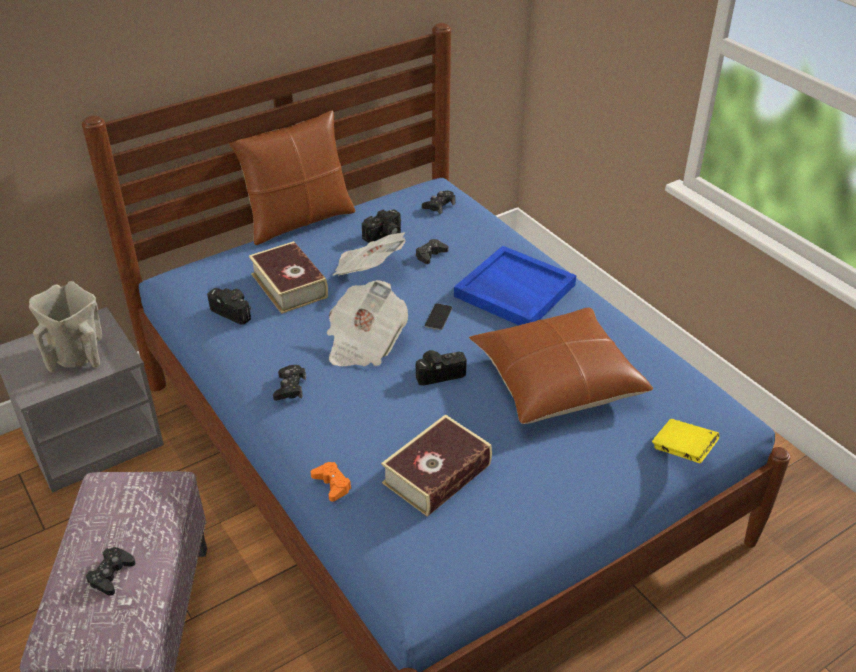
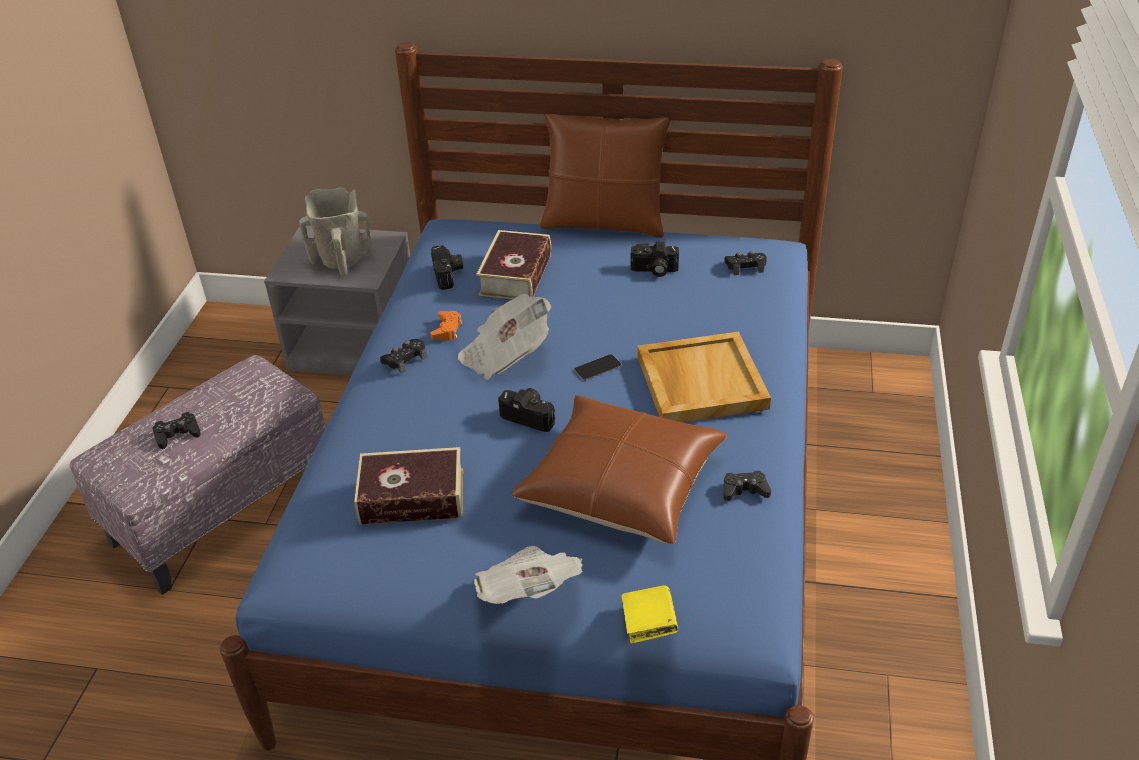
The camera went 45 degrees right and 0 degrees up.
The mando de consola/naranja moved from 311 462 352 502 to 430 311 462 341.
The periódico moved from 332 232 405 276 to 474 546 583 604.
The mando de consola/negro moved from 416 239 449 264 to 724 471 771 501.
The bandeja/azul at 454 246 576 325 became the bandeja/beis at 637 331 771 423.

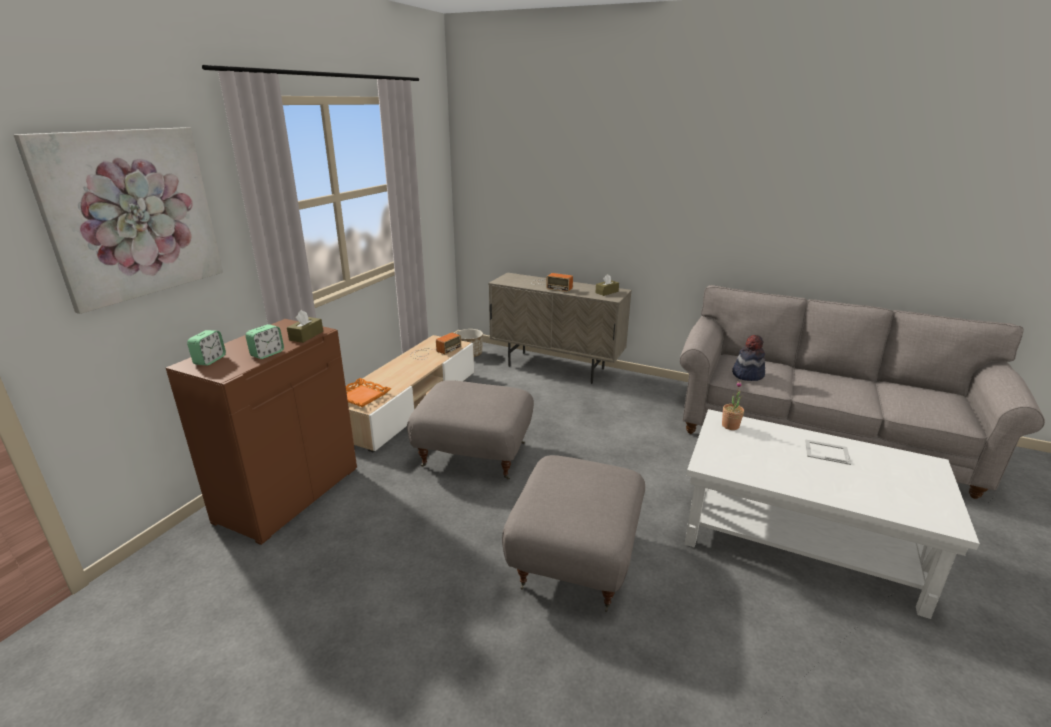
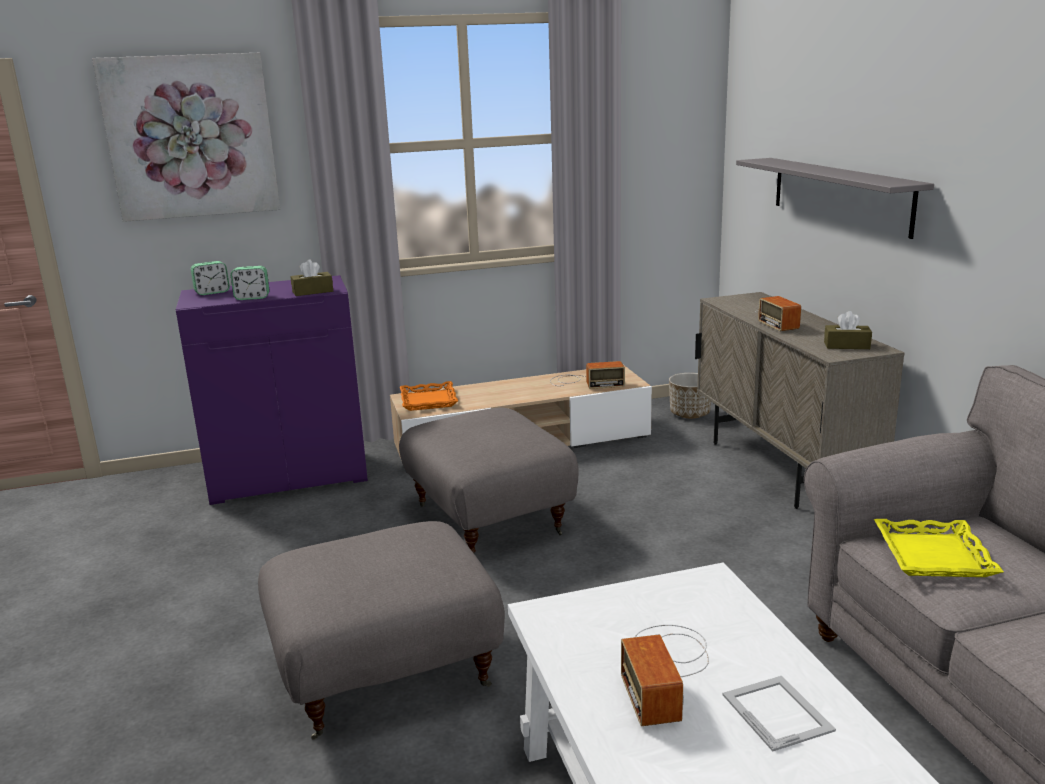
The camera went 50 degrees right and 5 degrees down.
The armario/marrón at 166 319 357 545 became the armario/morado at 176 275 368 505.
The planta en maceta at 722 381 744 430 disappeared.
The sombrero at 732 335 765 381 was replaced by the bandeja/amarillo at 874 519 1004 577.
The radio at 621 625 709 726 appeared.
The estante/gris at 736 158 934 239 appeared.

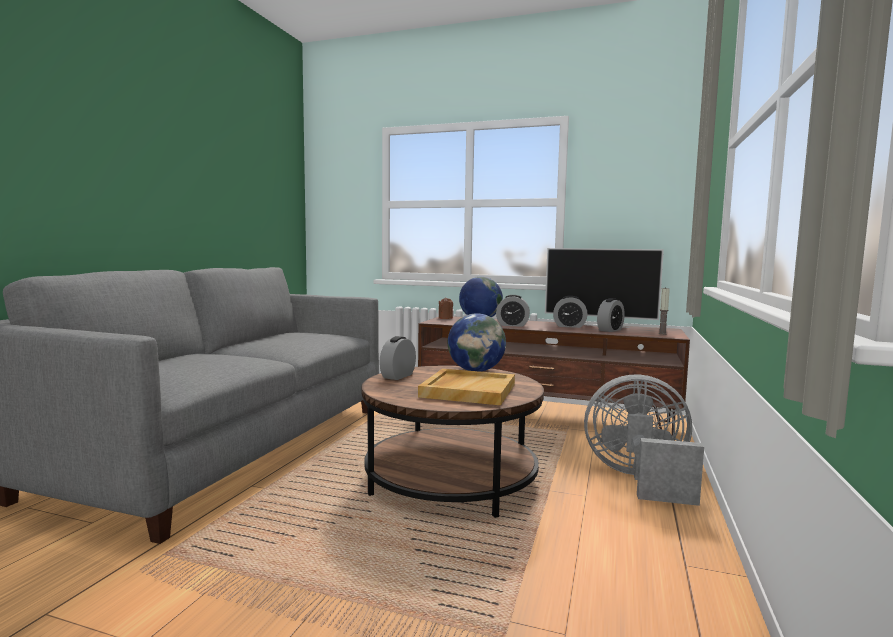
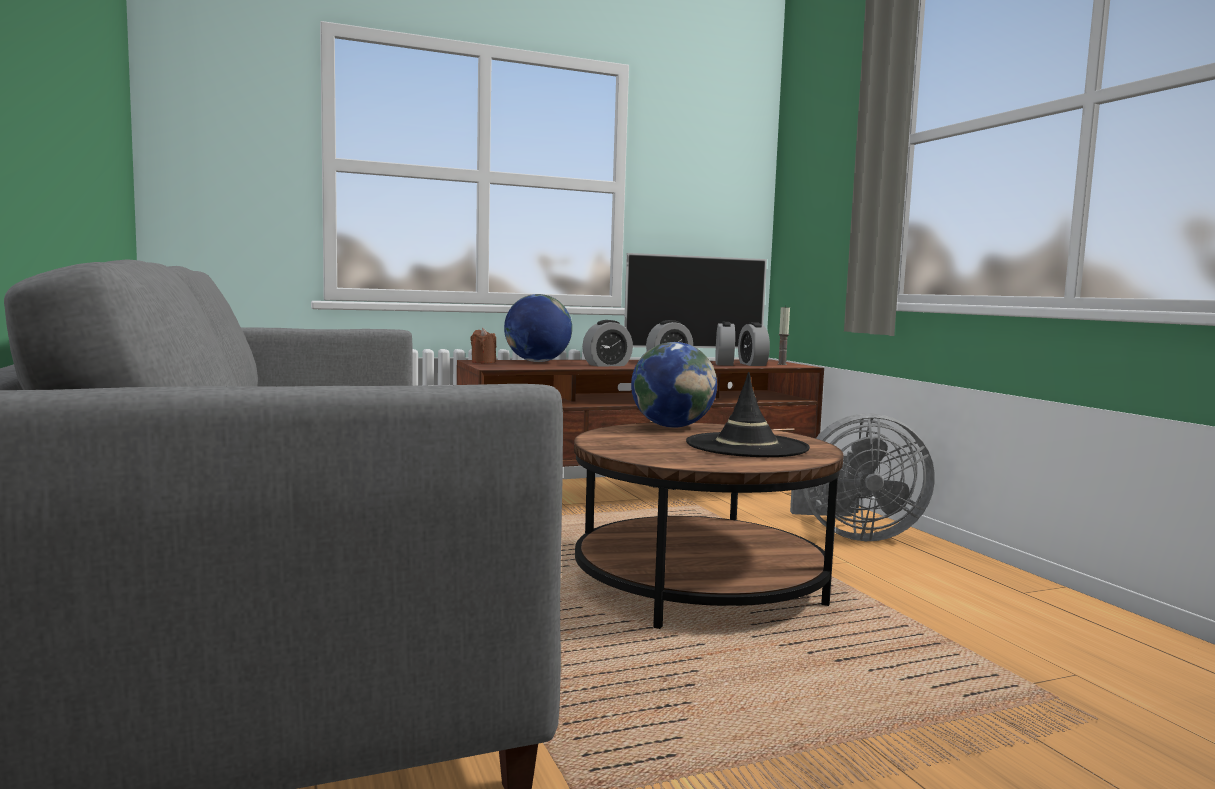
The camera went 40 degrees left and 0 degrees up.
The despertador moved from 379 336 416 380 to 738 322 770 366.
The bandeja/beis at 418 369 515 405 was replaced by the sombrero/negro at 686 372 810 457.
The ventilador/gris at 584 375 704 506 turned 150 degrees counterclockwise.

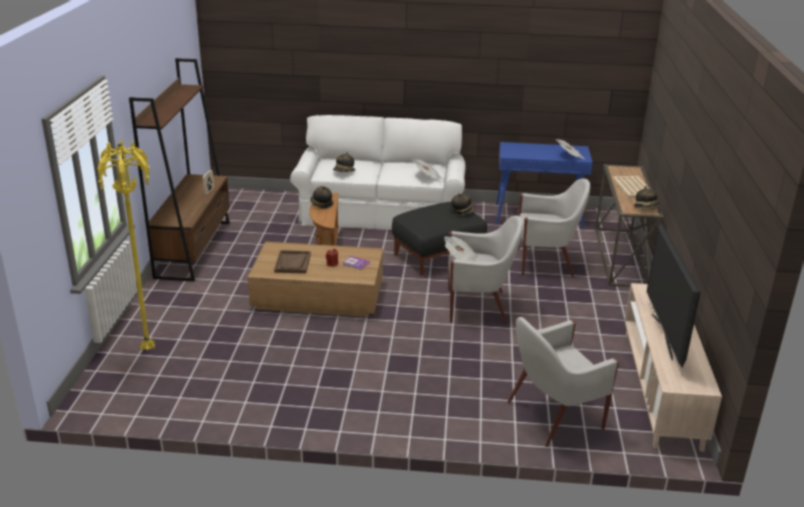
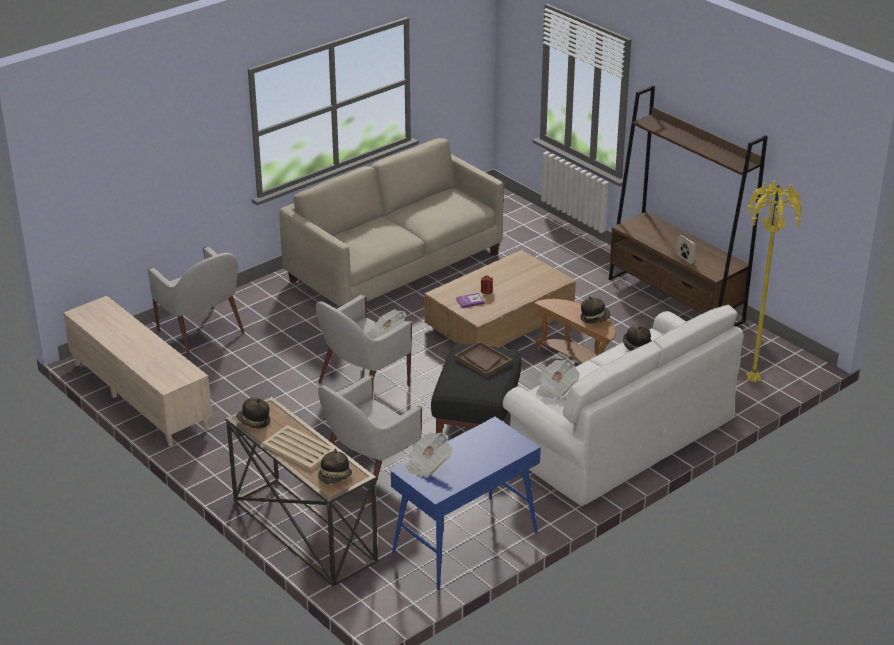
The camera went 135 degrees right and 5 degrees up.
The lámpara de pie/amarillo moved from 97 140 155 350 to 746 180 802 382.
The bandeja/marrón moved from 274 250 311 274 to 454 341 512 377.
The sombrero moved from 450 194 474 216 to 318 449 352 484.
The sillón/blanco at 507 317 619 447 turned 120 degrees clockwise.
The televisor at 647 223 701 368 disappeared.
The sofá/beis at 279 138 504 307 appeared.

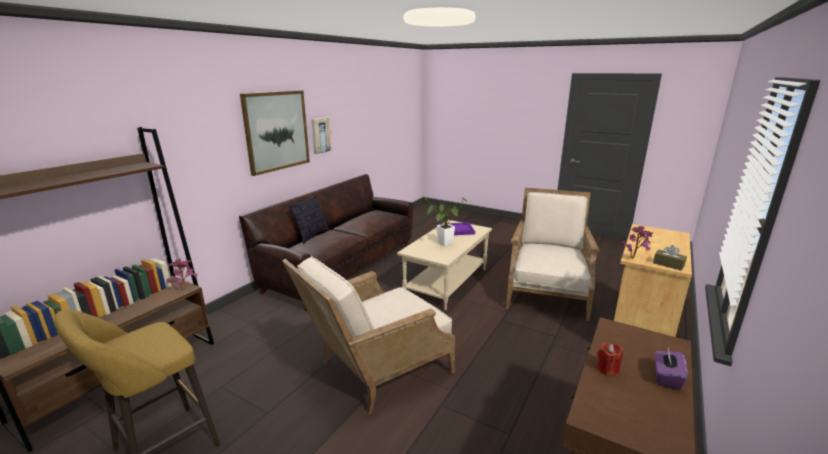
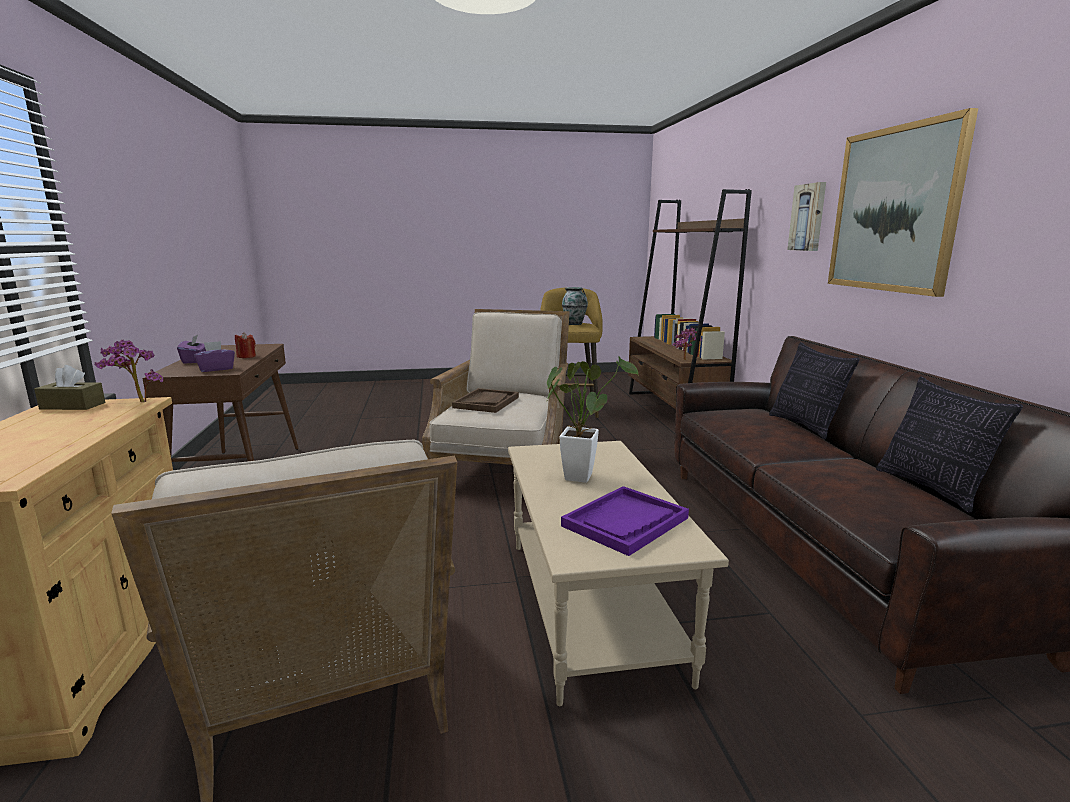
The camera went 140 degrees right and 5 degrees down.
The cuadro moved from 311 117 332 154 to 787 182 826 251.
The caja de pañuelos/morado at 194 341 235 372 appeared.
The bandeja/marrón at 452 388 519 413 appeared.
The florero at 562 287 588 325 appeared.
The cojín at 876 377 1023 513 appeared.

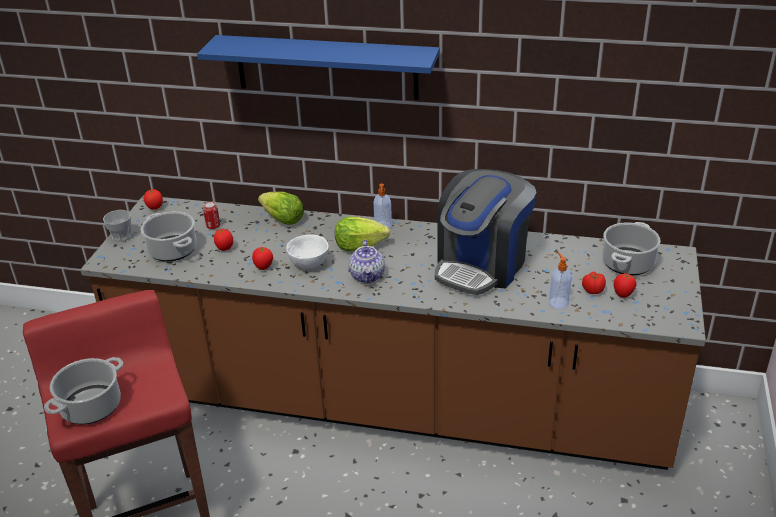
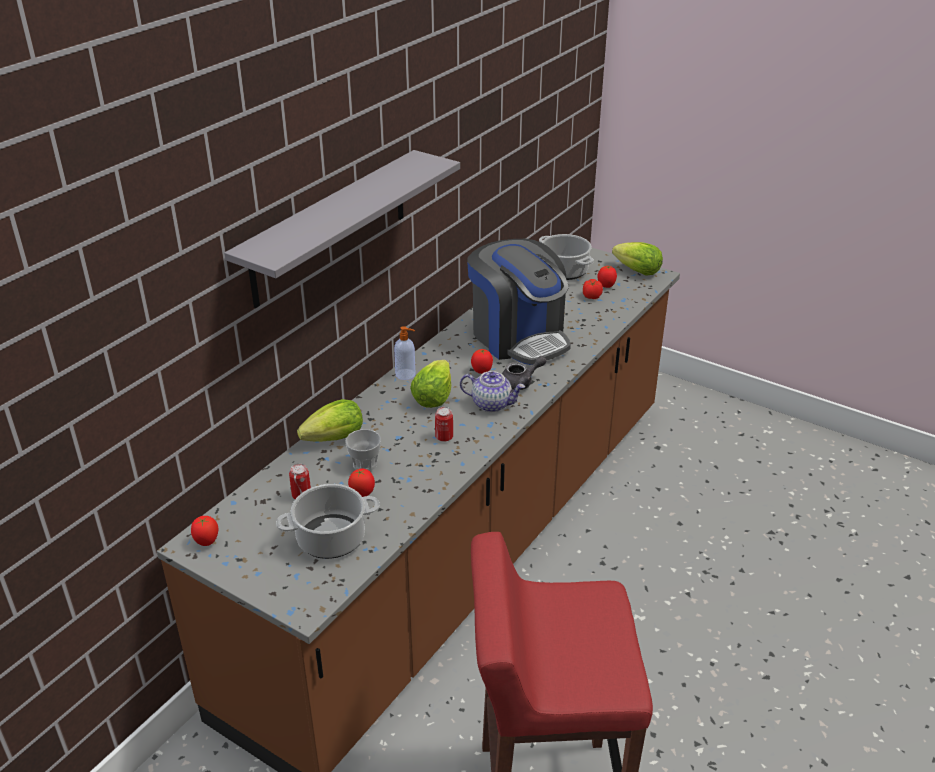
The camera went 70 degrees left and 0 degrees up.
The olla at 44 357 123 425 disappeared.
The taza moved from 103 210 132 242 to 345 429 381 471.
The estante/azul at 197 35 440 100 became the estante/gris at 224 150 460 308.
The tomate moved from 252 247 273 270 to 471 349 493 374.
The cuenco/blanco at 286 235 329 269 was replaced by the lata at 435 407 453 442.
The dispensador de jabón at 549 252 572 309 disappeared.
The tetera/gris at 502 356 546 390 appeared.
The lechuga at 612 242 663 276 appeared.

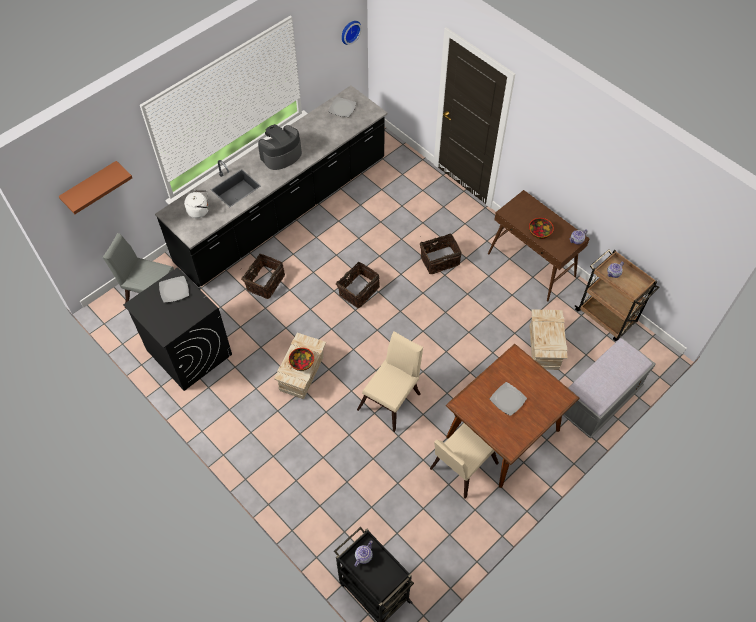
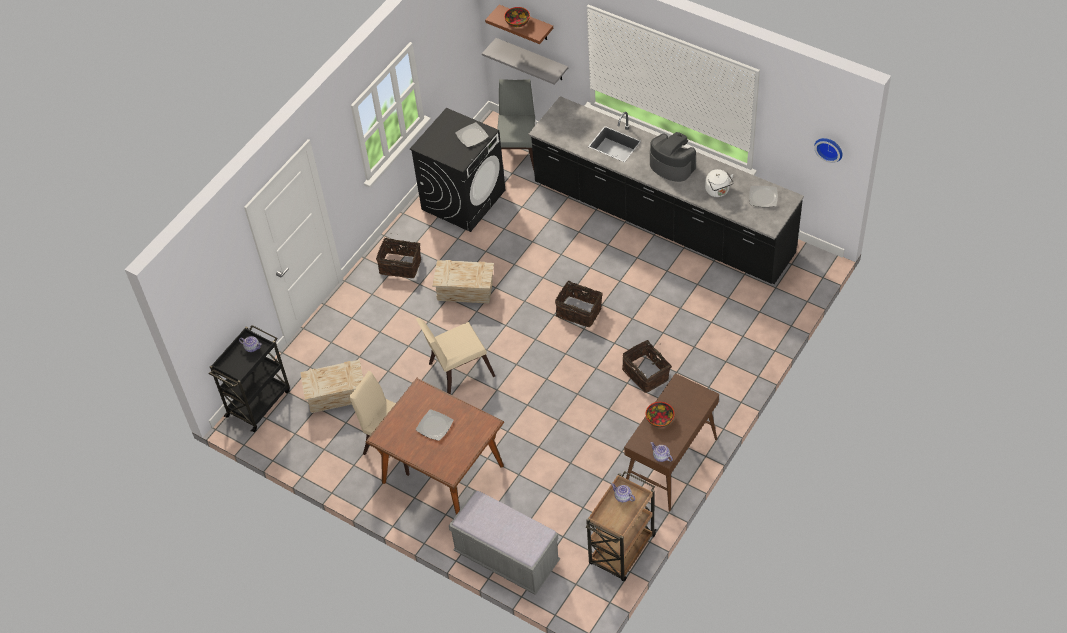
The camera went 80 degrees right and 5 degrees down.
The hervidor/blanco moved from 184 190 209 218 to 705 169 734 197.
The cesta moved from 241 254 285 299 to 376 238 421 278.
The cuenco moved from 289 348 314 371 to 504 7 530 27.
The silla/beis at 357 331 423 432 turned 135 degrees clockwise.
The caja de embalaje moved from 529 309 568 370 to 300 360 363 413.
The estante/gris at 482 38 568 85 appeared.

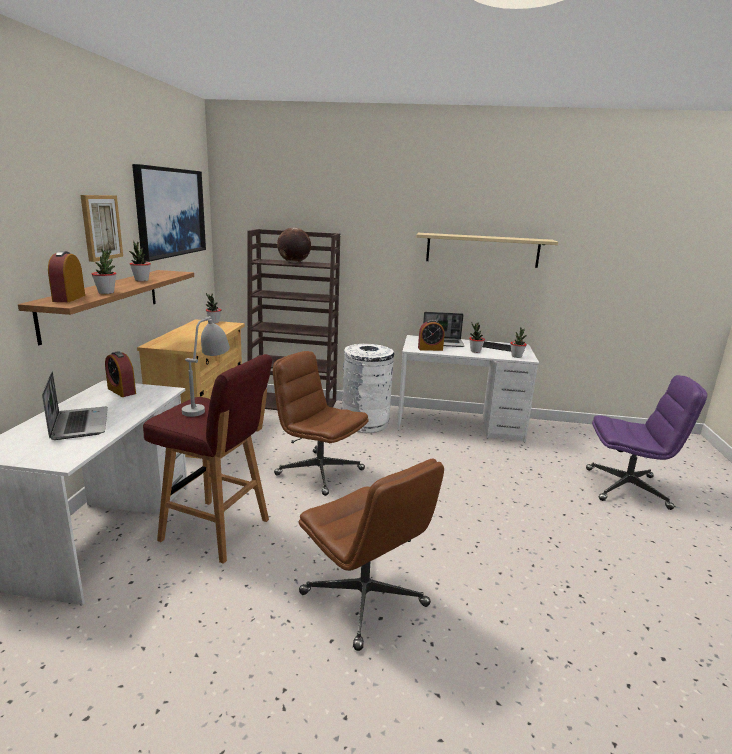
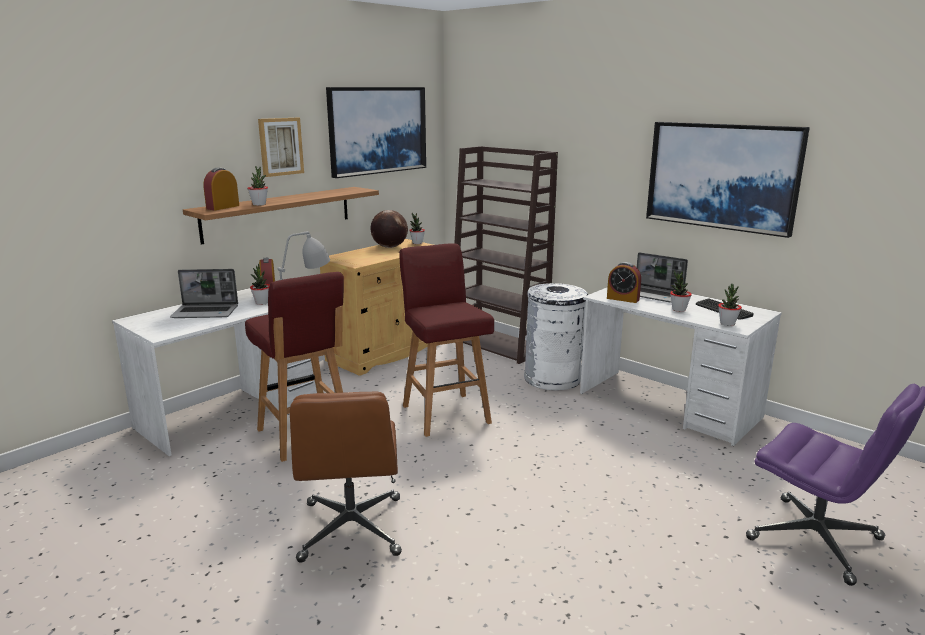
The camera went 35 degrees right and 0 degrees up.
The portátil at 42 372 108 440 turned 75 degrees clockwise.
The planta en maceta moved from 129 241 151 281 to 250 264 270 305.
The silla de oficina/marrón at 273 351 368 496 was replaced by the taburete/rojo at 399 243 494 437.
The globo terráqueo moved from 277 228 311 263 to 371 210 408 248.
The estante at 416 233 558 268 was replaced by the cuadro at 646 122 810 238.

